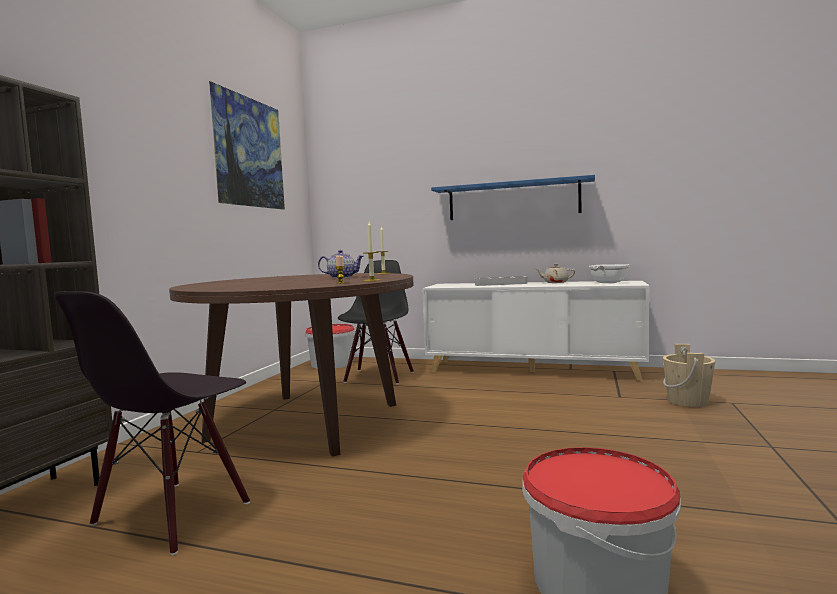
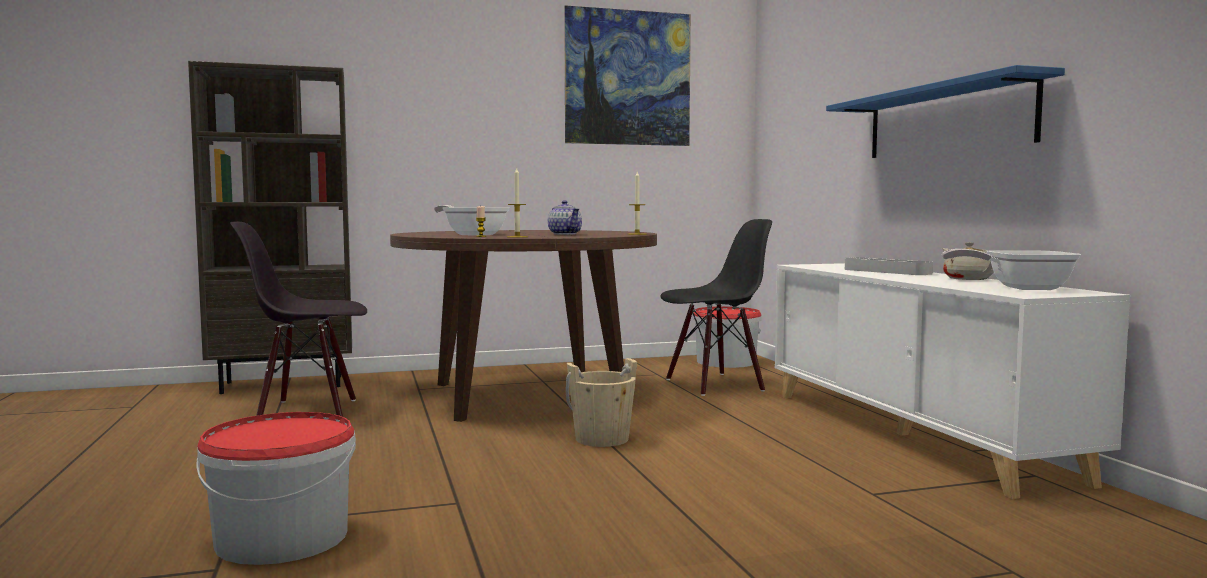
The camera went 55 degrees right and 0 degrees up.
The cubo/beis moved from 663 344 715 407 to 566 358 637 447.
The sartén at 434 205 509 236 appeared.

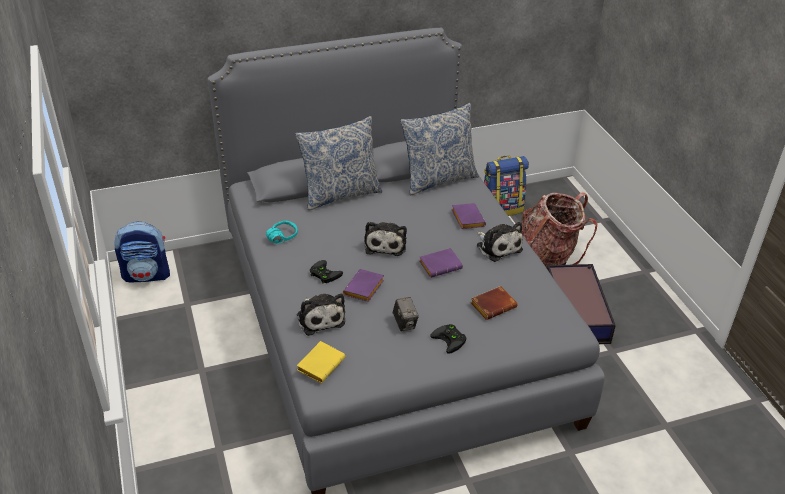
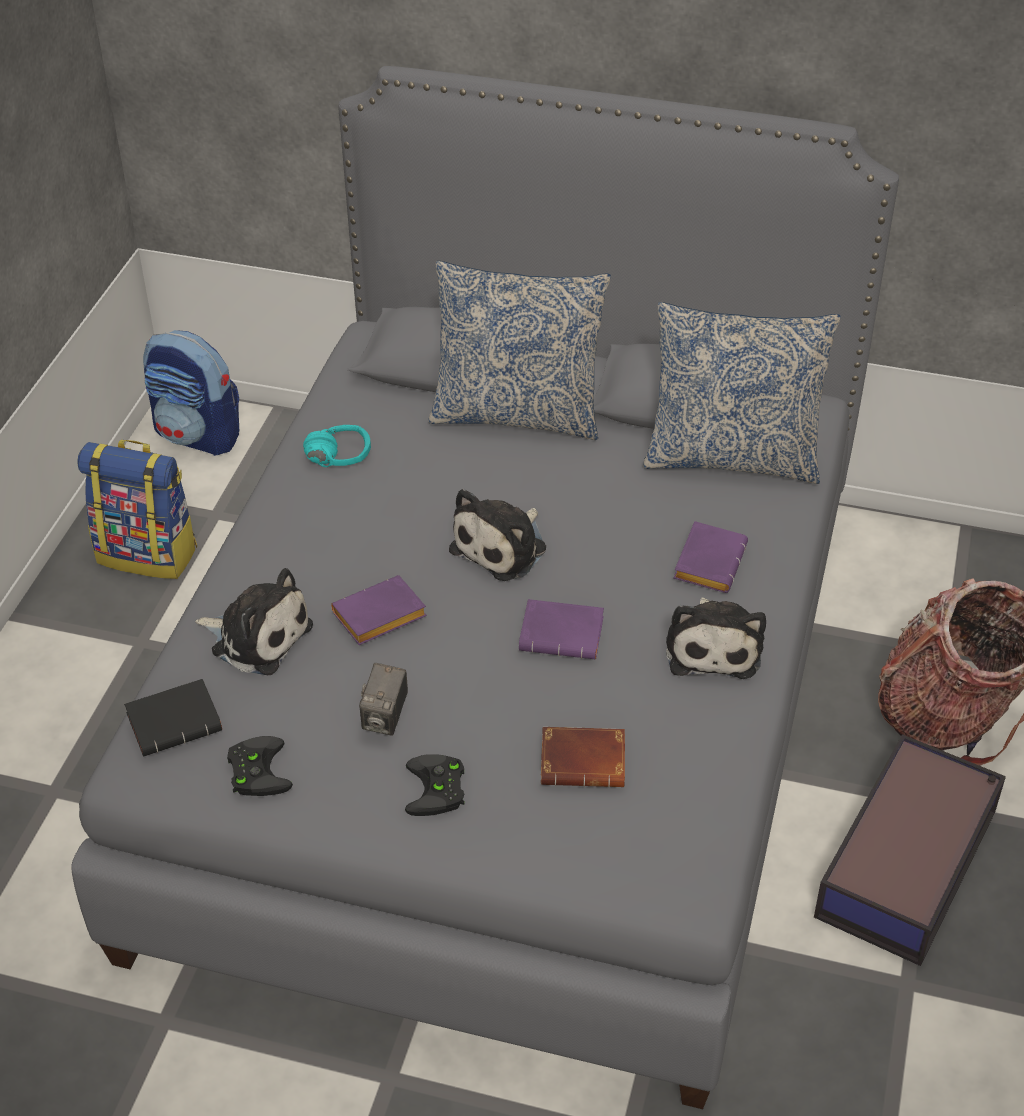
The camera went 35 degrees right and 5 degrees up.
The peluche at 297 294 346 336 turned 75 degrees counterclockwise.
The libro/amarillo at 297 341 345 383 became the libro/negro at 124 679 222 756.
The mando de consola/negro moved from 310 260 343 284 to 227 736 293 796.
The mochila moved from 484 156 529 216 to 77 440 197 579.

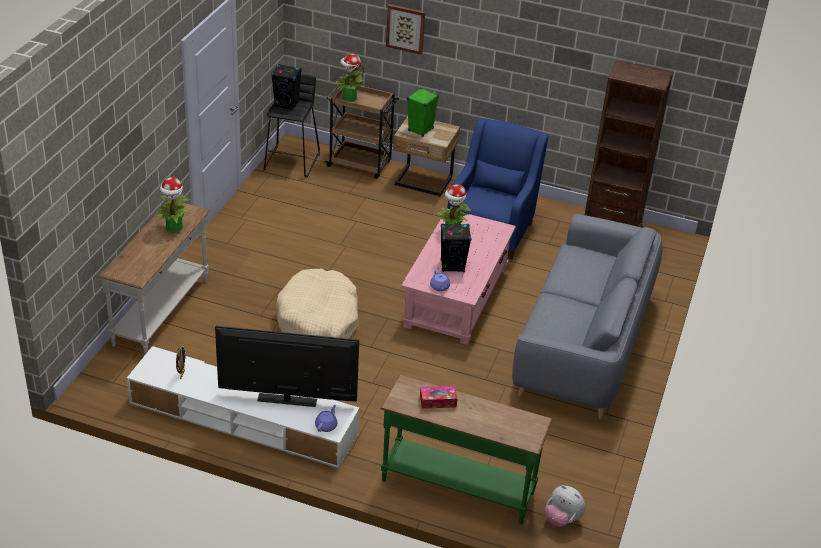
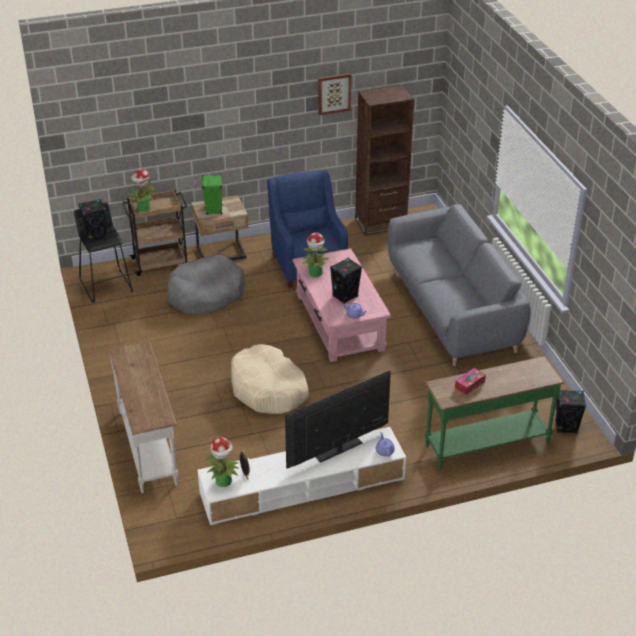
The camera went 35 degrees left and 0 degrees up.
The planta en maceta moved from 154 177 191 233 to 205 437 239 487.
The cuadro moved from 386 4 425 54 to 318 73 351 115.
The peluche at 545 485 586 527 was replaced by the altavoz/negro at 555 390 586 434.
The cama para perro/gris at 168 255 245 315 appeared.

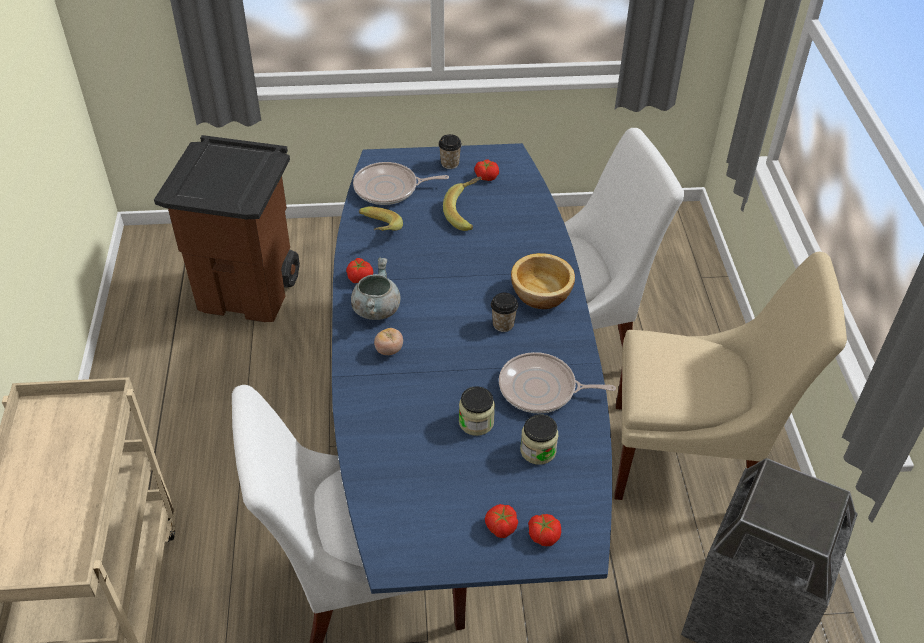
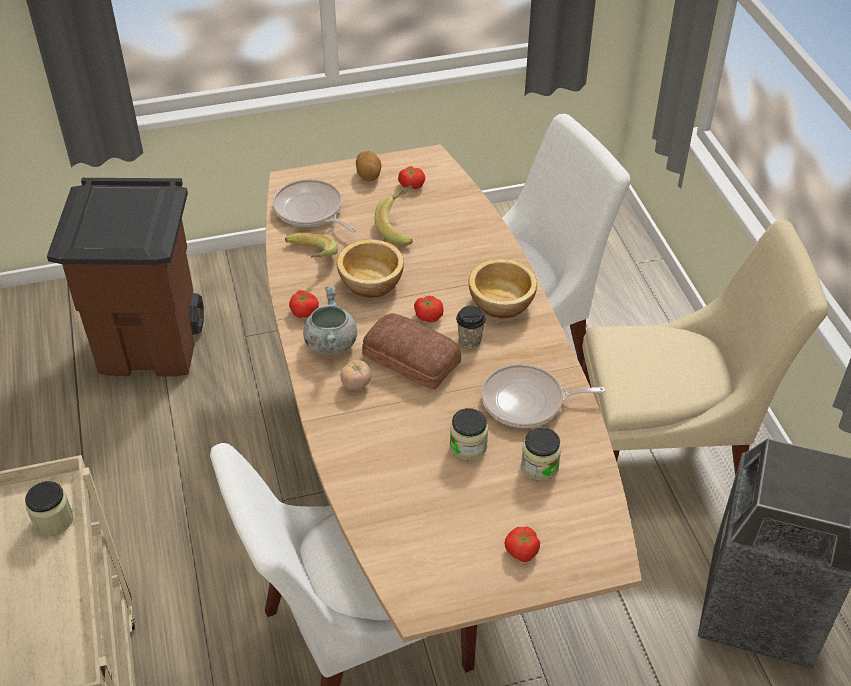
The camera went 10 degrees left and 0 degrees up.
The mesa de comedor/azul at 332 143 612 594 became the mesa de comedor/marrón at 266 144 642 642.
The sartén at 353 162 449 205 turned 60 degrees clockwise.
The taza at 438 134 462 169 was replaced by the patata at 356 151 382 182.
The tomate moved from 528 514 561 546 to 414 296 444 322.
The tarro at 25 481 74 536 appeared.
The cuenco at 337 240 404 298 appeared.
The pan at 362 313 461 390 appeared.

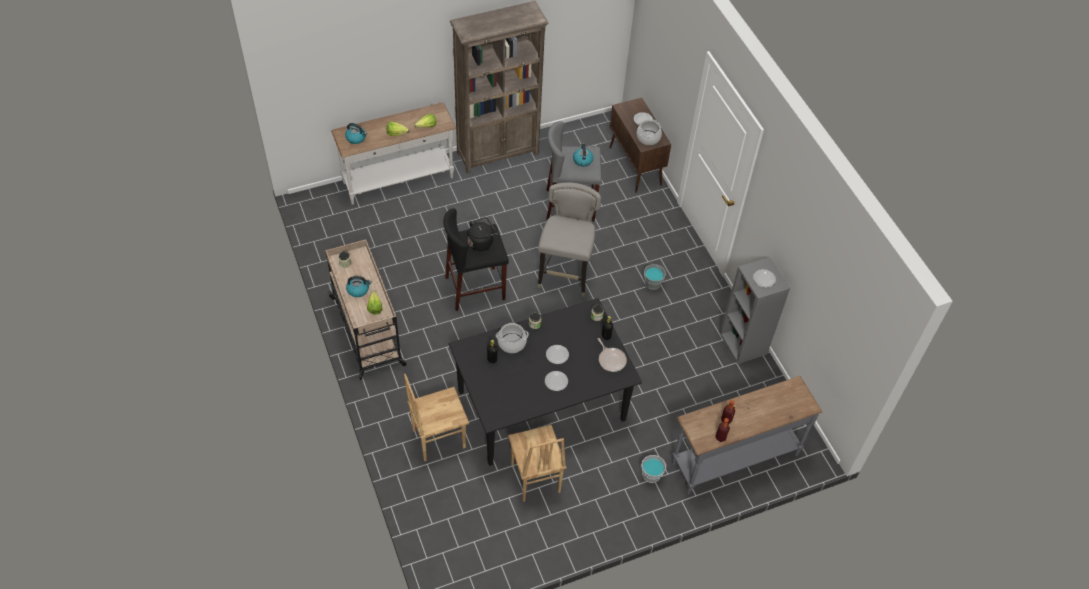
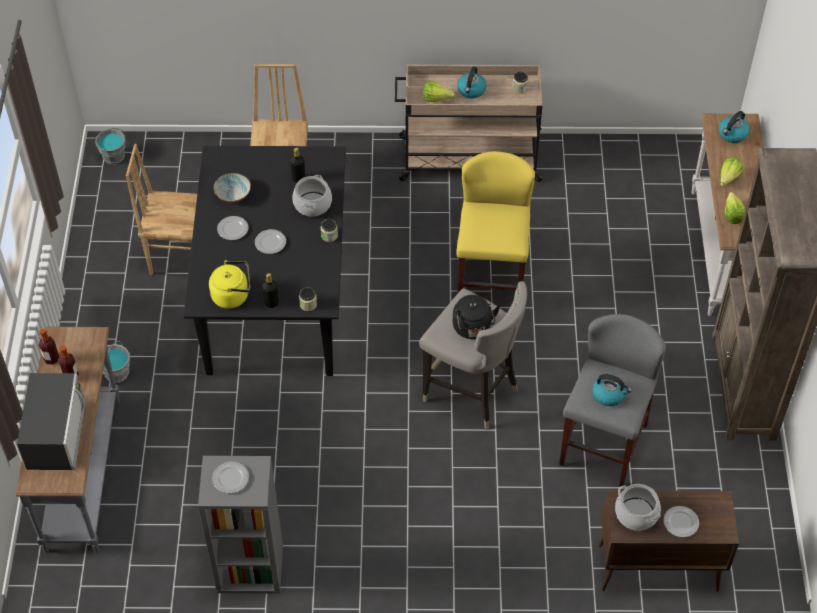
The camera went 115 degrees right and 0 degrees up.
The taburete/negro at 443 208 509 311 became the taburete/amarillo at 456 151 535 293.
The hervidor/negro moved from 468 217 498 251 to 453 295 500 339.
The sartén at 598 338 627 372 was replaced by the hervidor/amarillo at 209 260 250 309.
The cubo/gris moved from 644 263 666 290 to 95 128 126 165.
The microondas at 17 373 86 470 appeared.
The cuenco at 213 173 251 203 appeared.

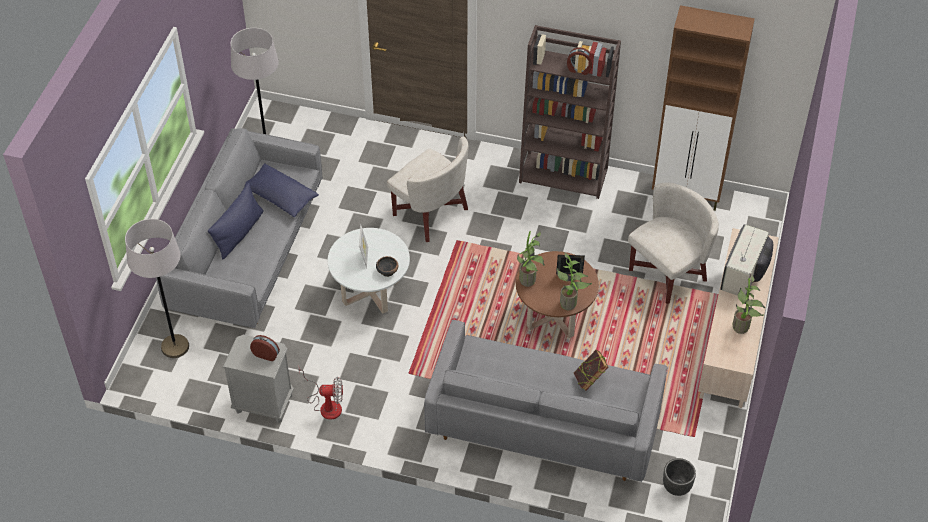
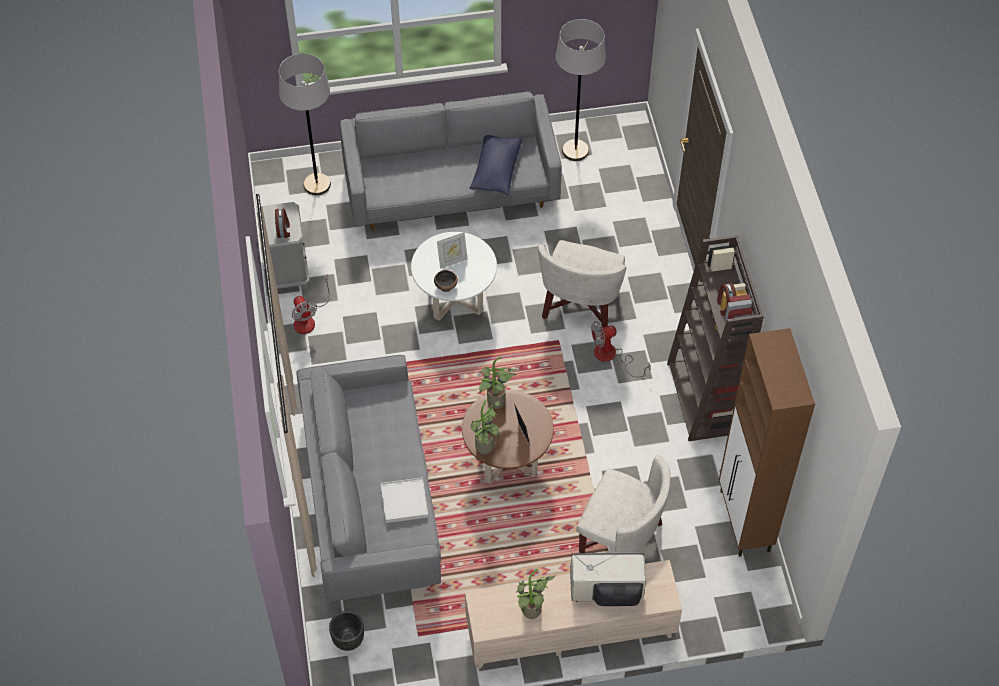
The camera went 65 degrees right and 5 degrees up.
The cojín/azul at 208 183 264 259 disappeared.
The libro at 574 350 608 391 was replaced by the bandeja/blanco at 381 477 428 523.
The ventilador at 591 321 651 377 appeared.

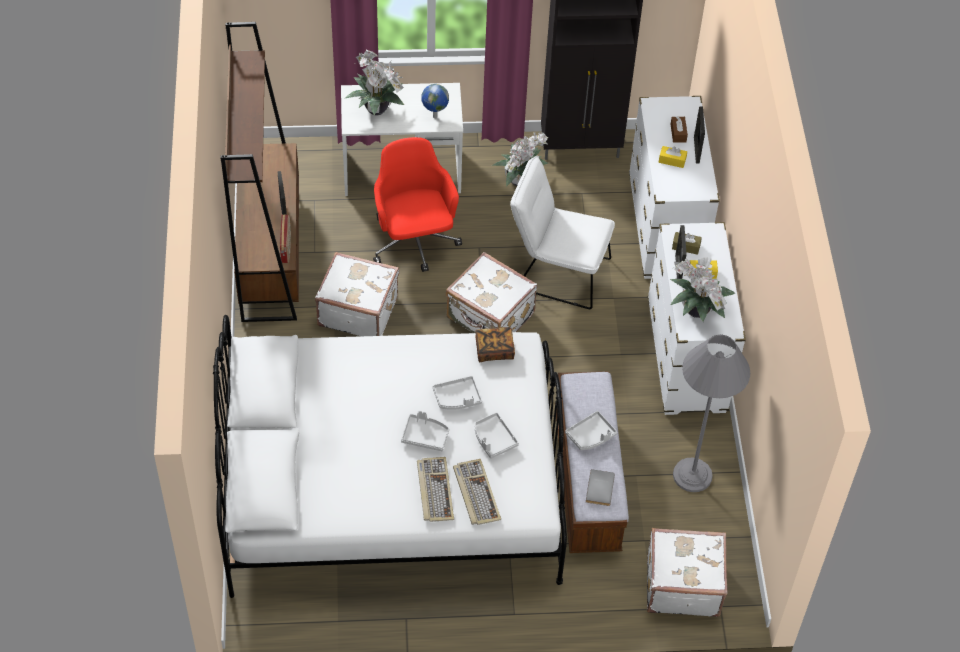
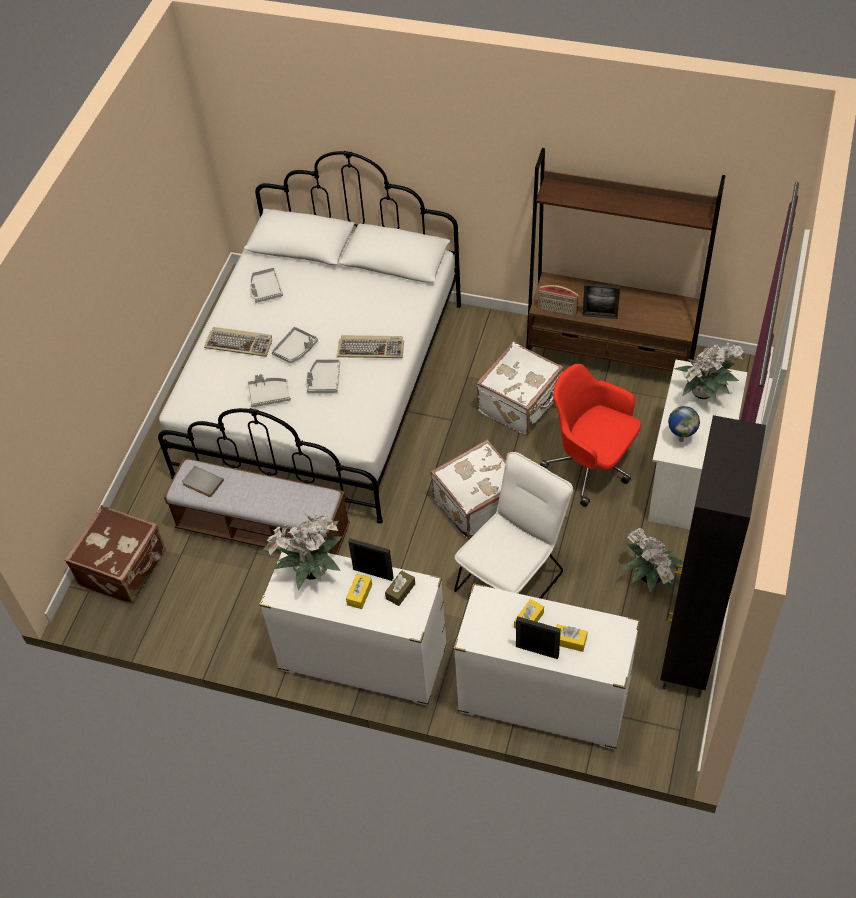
The camera went 115 degrees right and 0 degrees up.
The silla de oficina/rojo at 373 137 462 272 turned 150 degrees counterclockwise.
The teclado moved from 453 459 501 525 to 337 335 404 358.
The libro at 475 327 515 362 disappeared.
The bandeja/gris moved from 565 411 617 450 to 250 268 283 303.
The maleta/blanco at 647 528 727 617 became the maleta/marrón at 65 505 166 604.
The caja de pañuelos/marrón at 671 117 688 143 became the caja de pañuelos/amarillo at 556 624 587 652.
The lámpara de pie/gris at 673 335 750 492 disappeared.

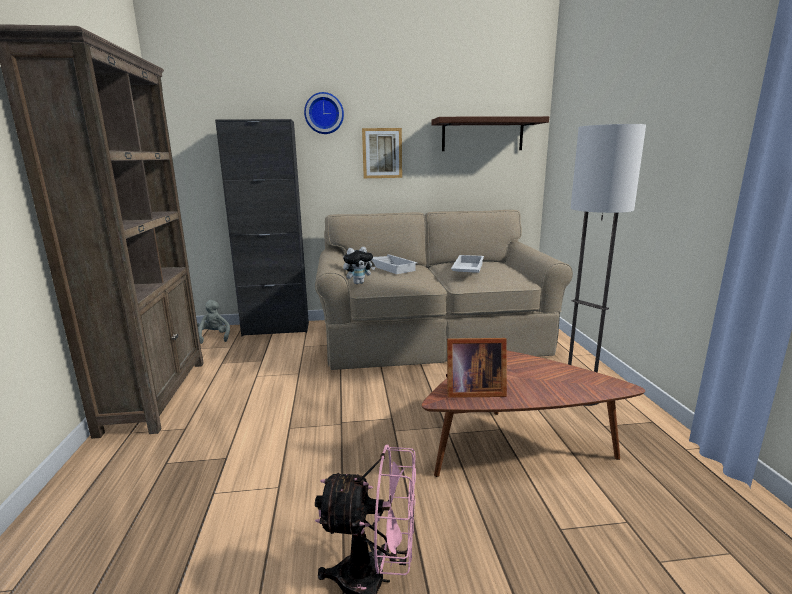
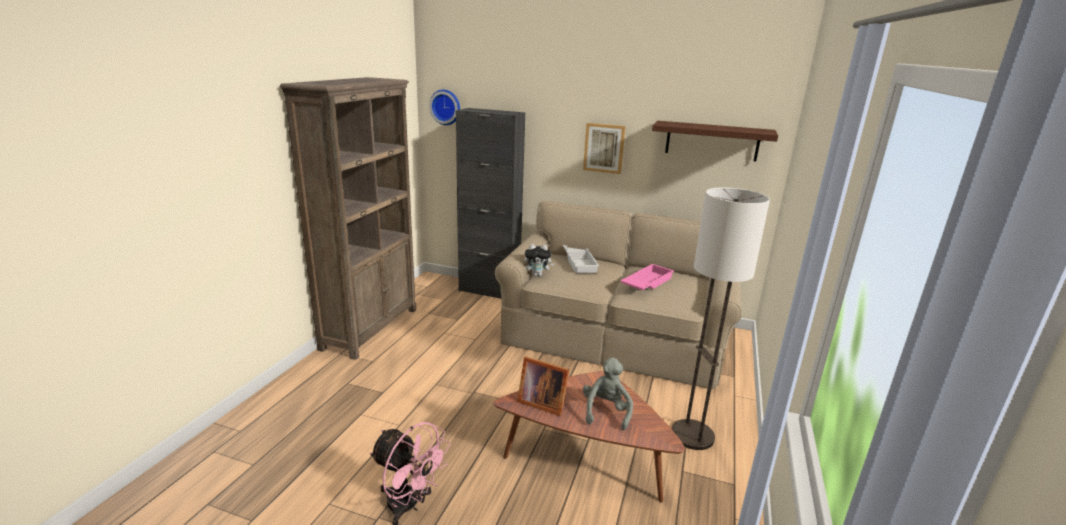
The camera went 25 degrees right and 5 degrees up.
The peluche/gris moved from 197 300 230 344 to 583 358 633 430.
The reloj de pared moved from 304 92 344 134 to 429 90 460 125.
The bandeja/blanco at 451 255 484 273 became the bandeja/rosa at 620 264 674 290.

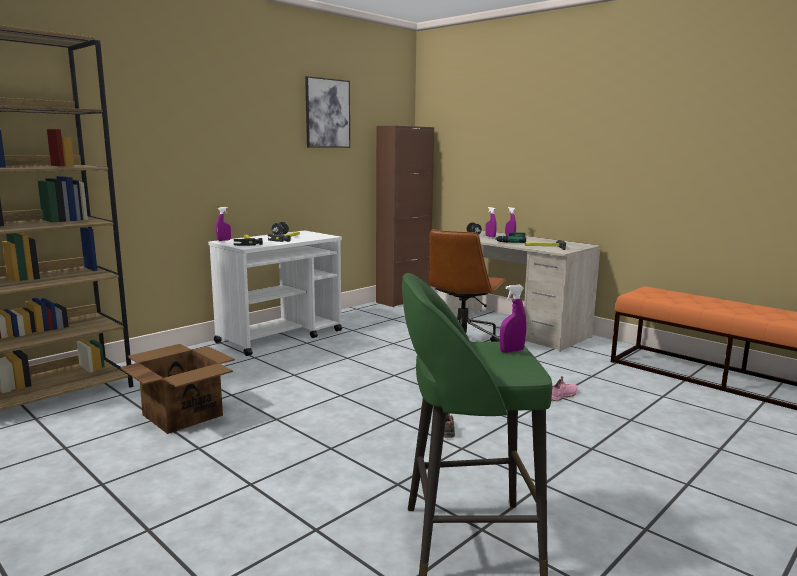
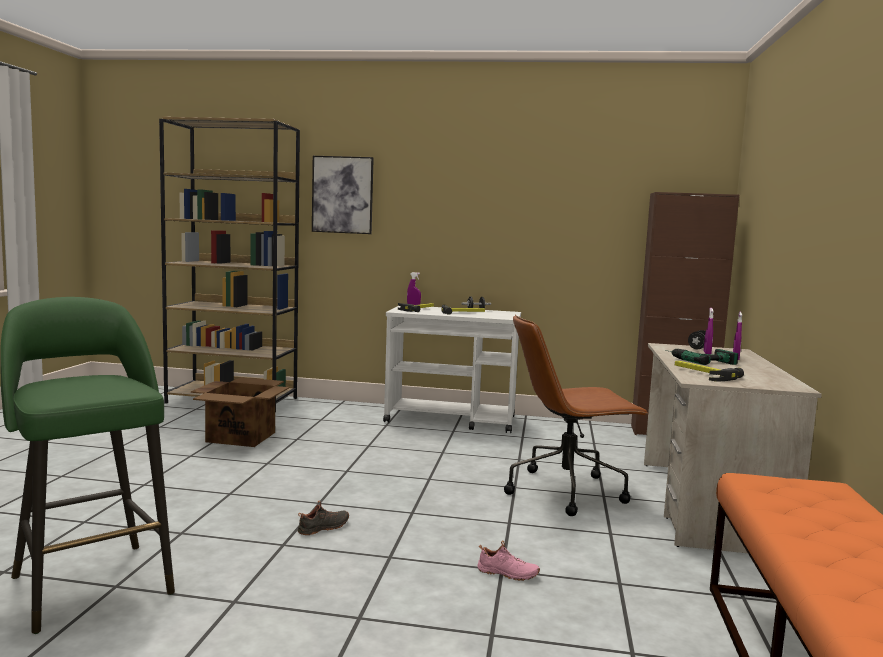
The camera went 55 degrees right and 5 degrees down.
The cuadro moved from 305 76 350 148 to 312 156 374 234.
The pulverizador/morado at 500 285 526 353 disappeared.

